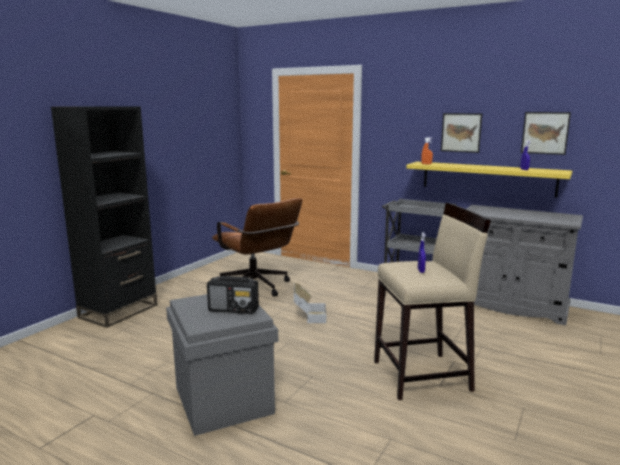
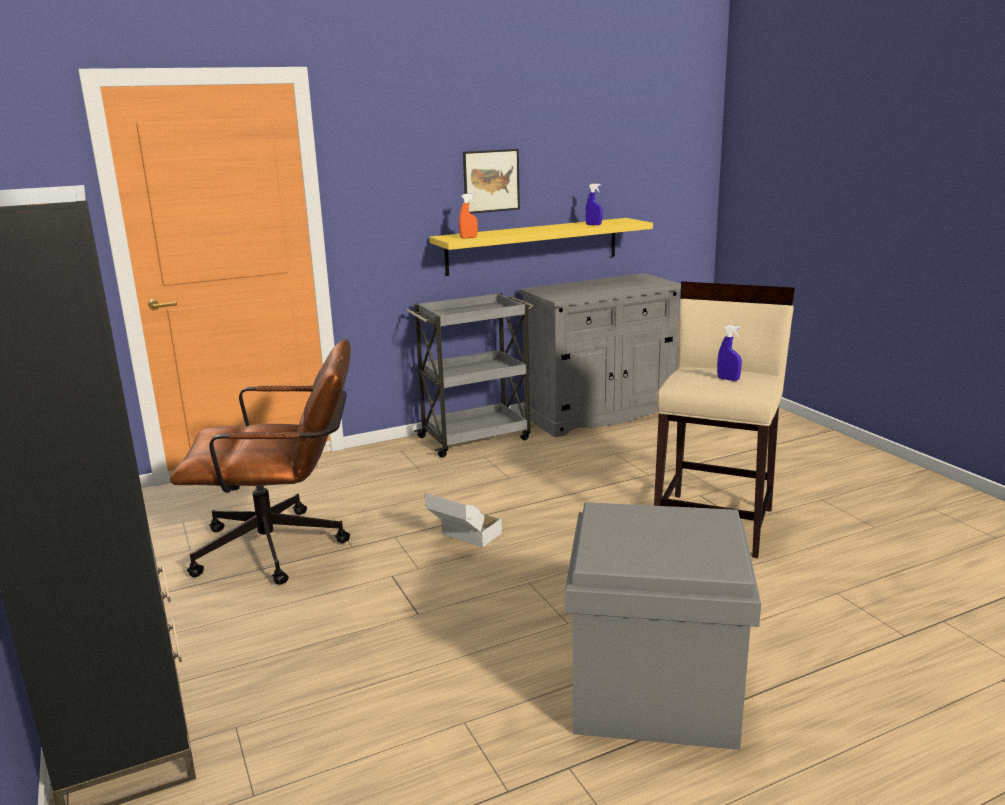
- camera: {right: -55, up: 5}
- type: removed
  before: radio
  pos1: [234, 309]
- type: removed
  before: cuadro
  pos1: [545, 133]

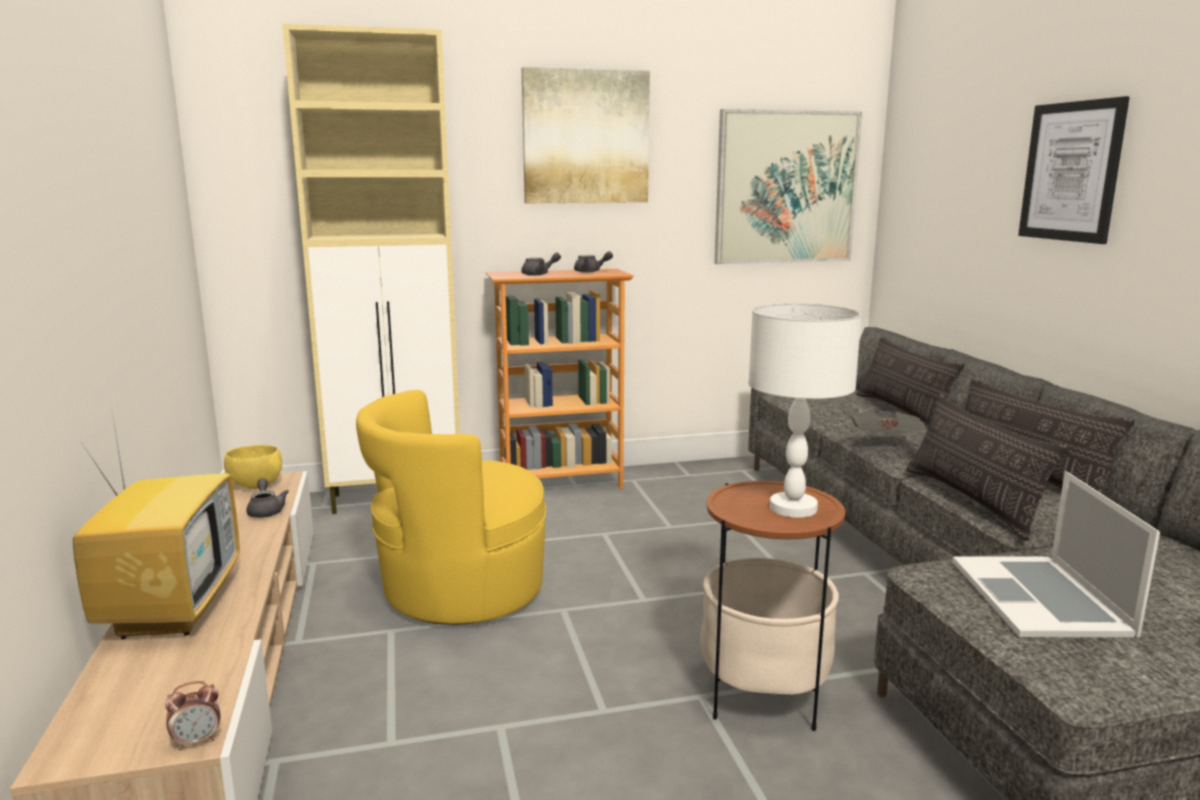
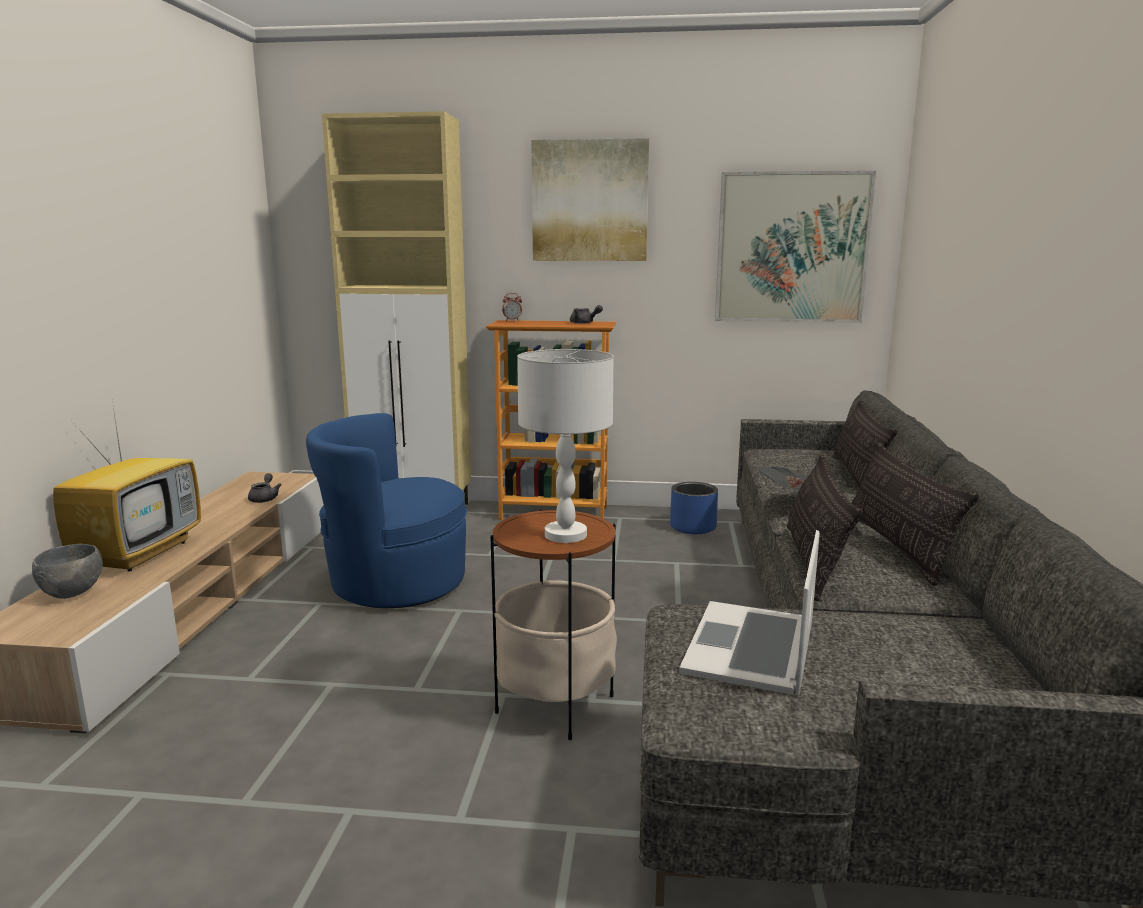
- camera: {right: 20, up: 0}
- type: removed
  before: cuenco/amarillo
  pos1: [256, 486]
- type: removed
  before: tetera/gris
  pos1: [539, 274]
- type: removed
  before: cuadro
  pos1: [1071, 171]
- type: added
  after: cuenco/gris
  pos2: [73, 593]
- type: added
  after: maceta/azul
  pos2: [692, 527]
- type: moved
  before: despertador
  pos1: [197, 741]
  pos2: [512, 320]
- type: recoloured
  before: sillón/amarillo
  after: sillón/azul
  pos1: [459, 590]
  pos2: [395, 583]

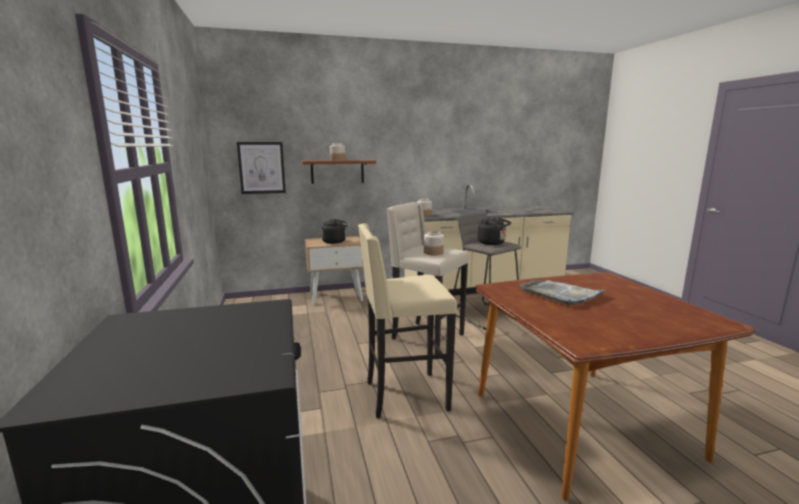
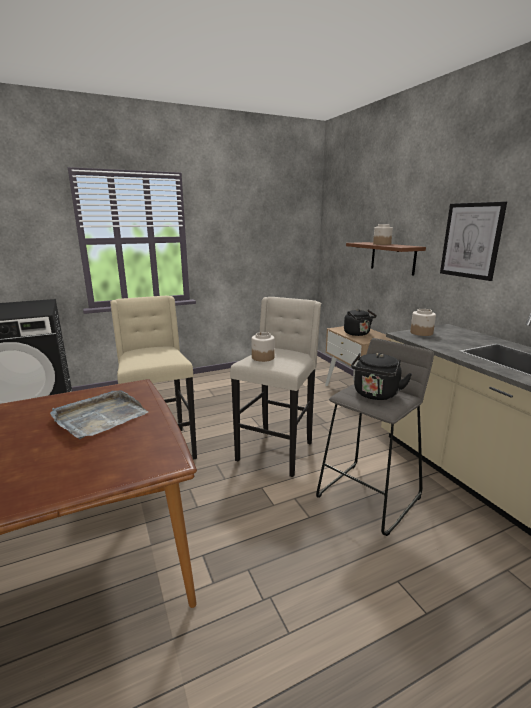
- camera: {right: 80, up: 5}
- type: moved
  before: cuadro
  pos1: [261, 168]
  pos2: [471, 240]

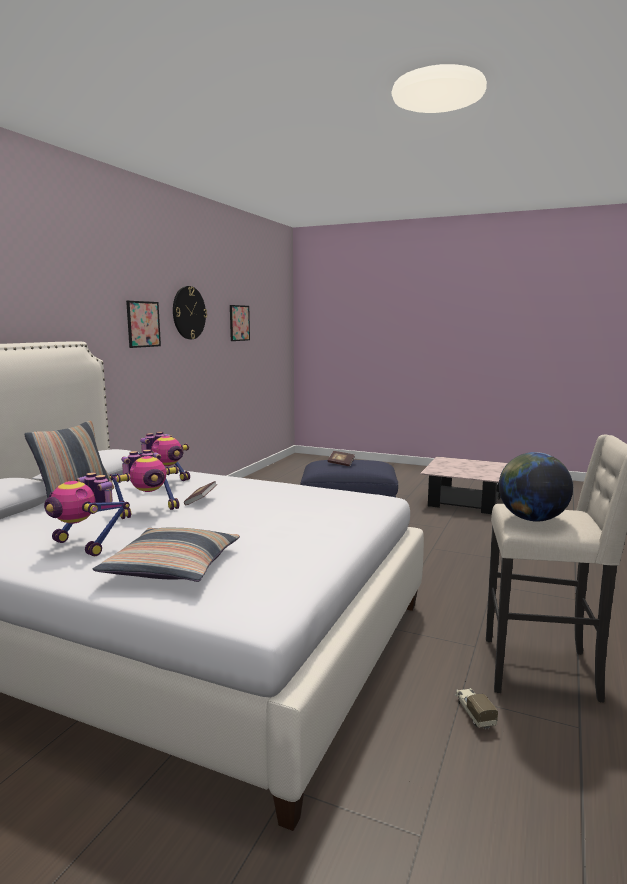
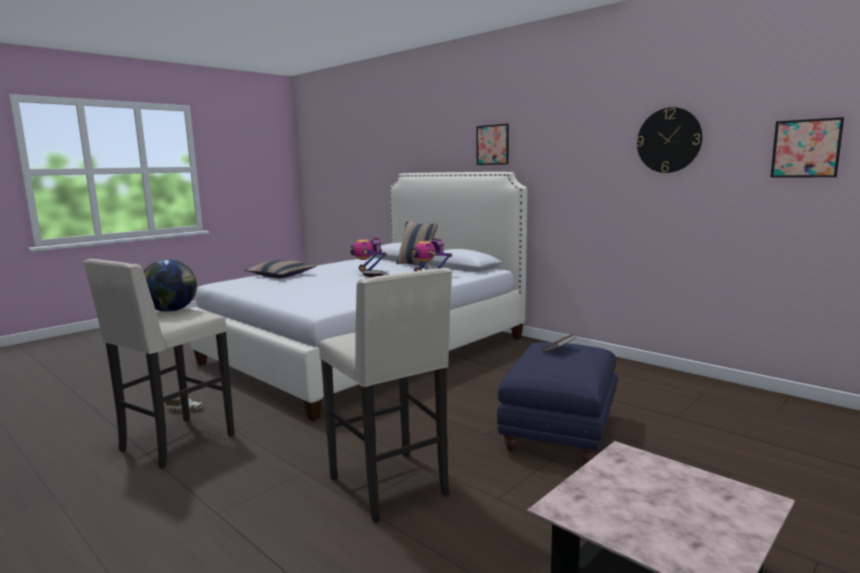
- camera: {right: 110, up: 0}
- type: removed
  before: robot de juguete
  pos1: [86, 545]
- type: added
  after: taburete/beis
  pos2: [391, 487]
- type: moved
  before: cuadro
  pos1: [143, 324]
  pos2: [492, 145]

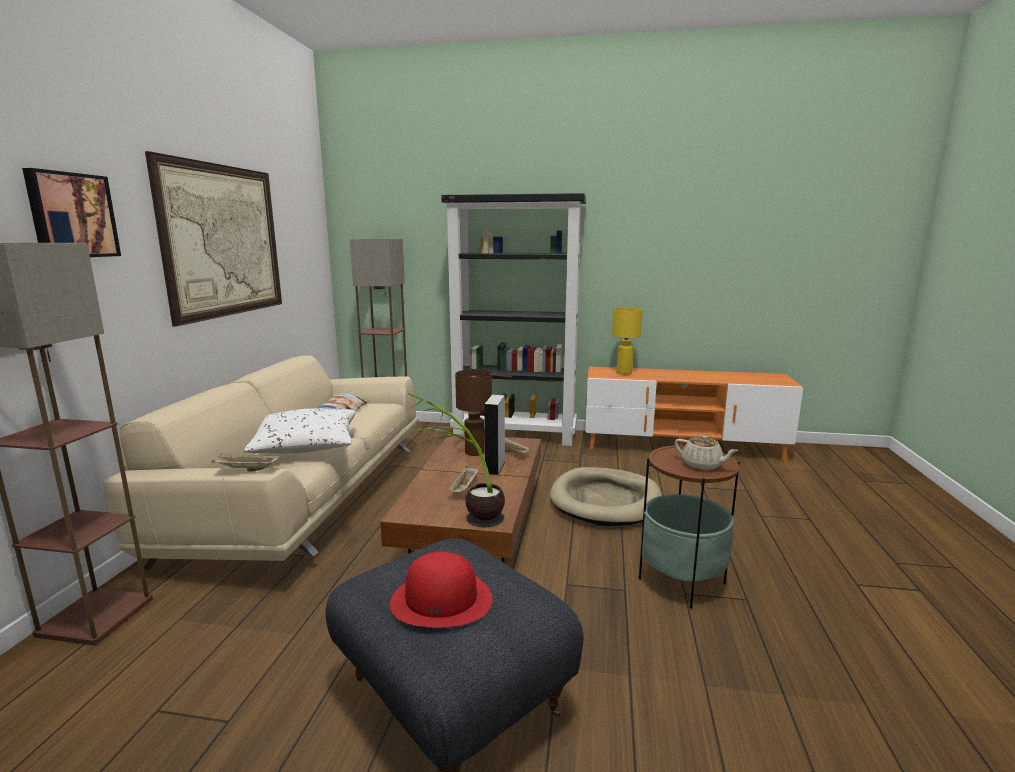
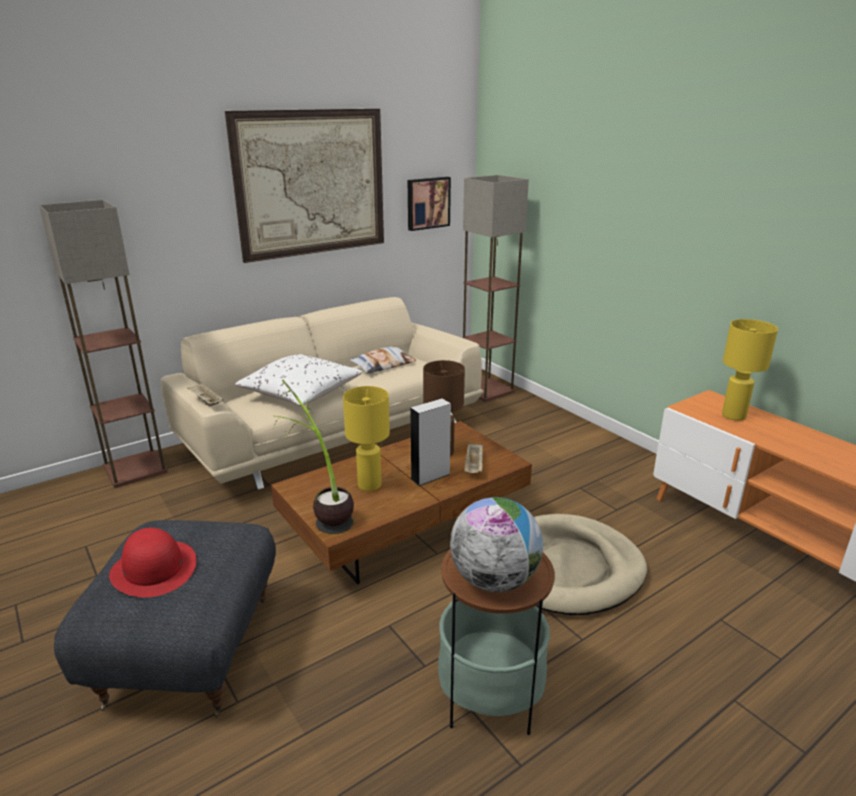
- camera: {right: 45, up: 10}
- type: removed
  before: estantería/negro
  pos1: [515, 435]
- type: moved
  before: cuadro
  pos1: [71, 215]
  pos2: [427, 203]
- type: replaced
  before: bandeja/beis
  after: lámpara de mesa/amarillo
  pos1: [464, 488]
  pos2: [370, 485]
- type: replaced
  before: tetera/beis
  after: globo terráqueo
  pos1: [702, 465]
  pos2: [494, 580]

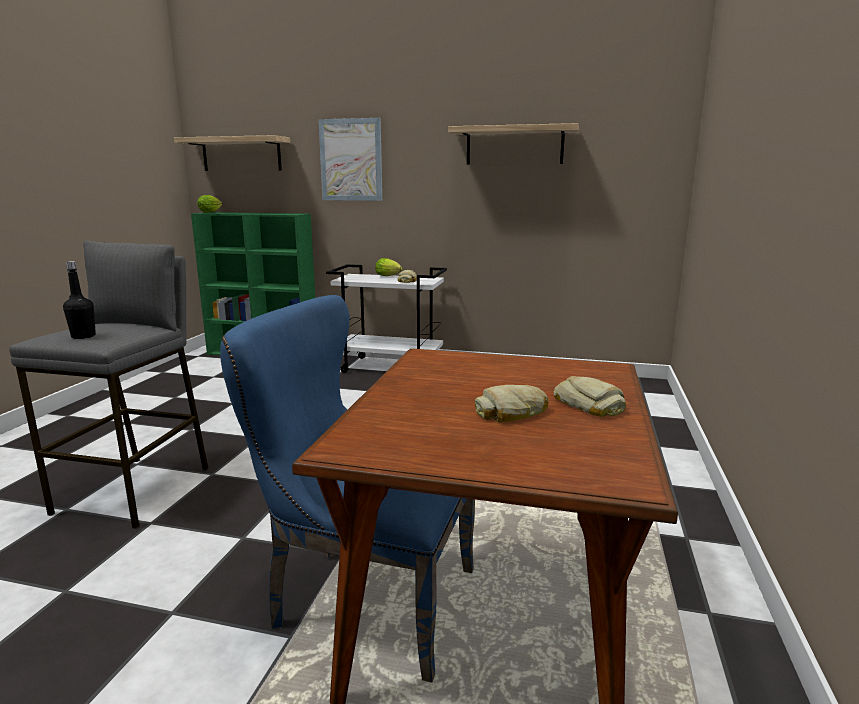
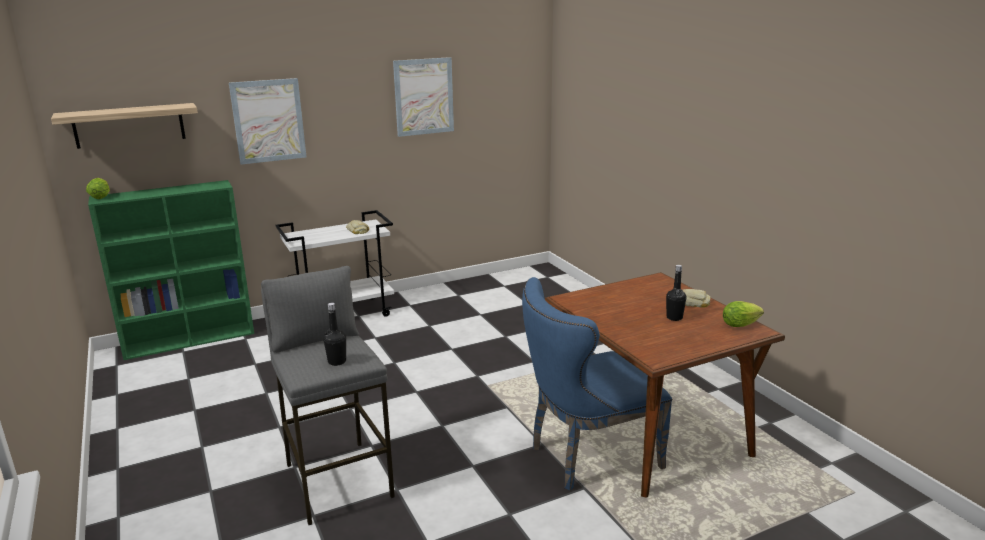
- camera: {right: -40, up: 5}
- type: moved
  before: lechuga
  pos1: [389, 276]
  pos2: [742, 325]
- type: replaced
  before: estante
  after: cuadro
  pos1: [514, 146]
  pos2: [424, 96]
- type: replaced
  before: pan
  after: botella/negro
  pos1: [512, 412]
  pos2: [674, 317]

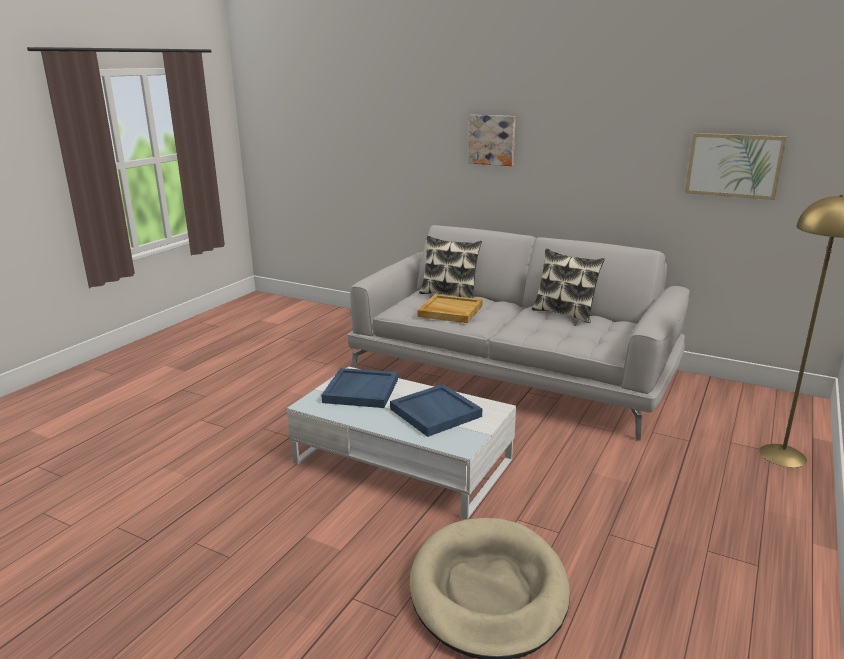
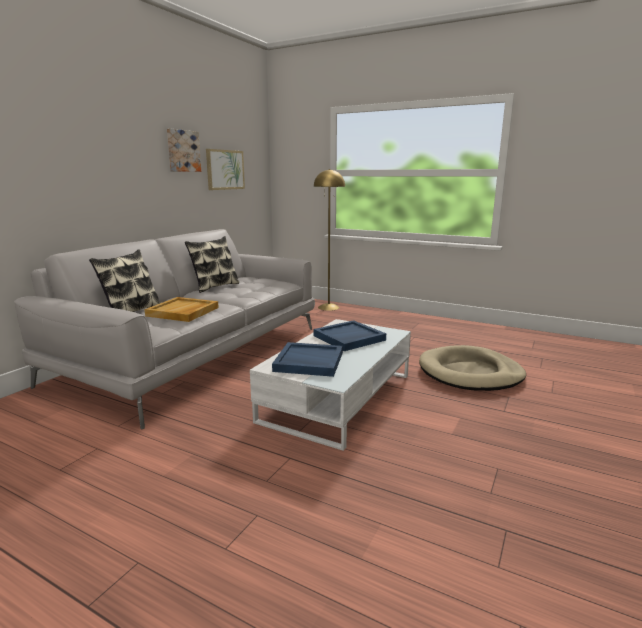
- camera: {right: -90, up: -5}
- type: moved
  before: cuadro
  pos1: [492, 140]
  pos2: [183, 151]

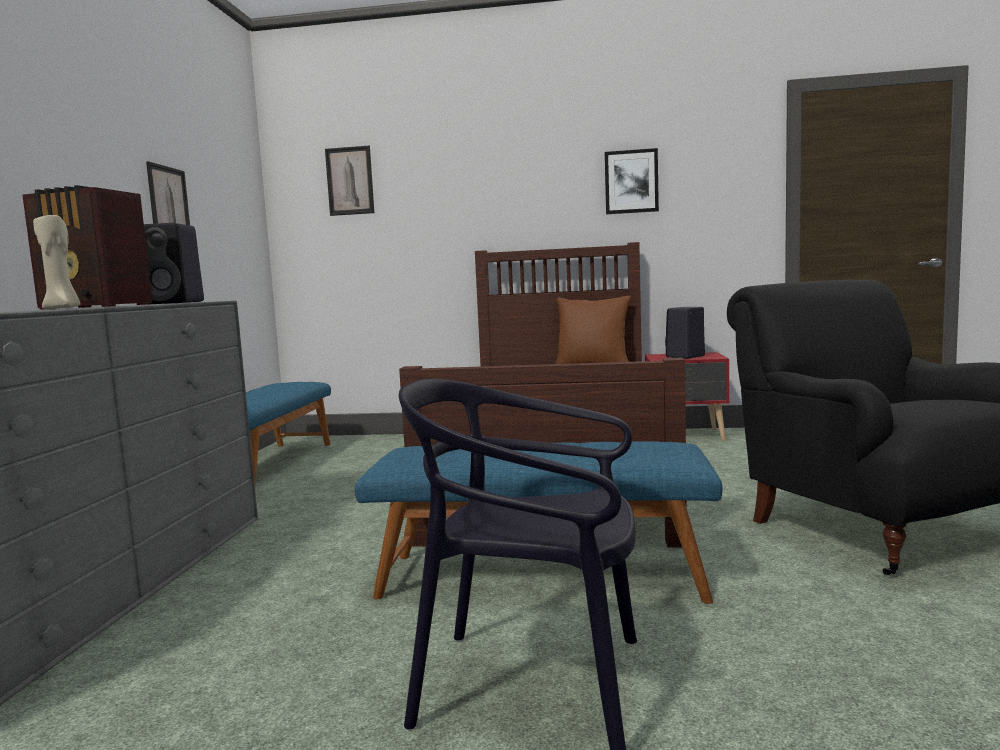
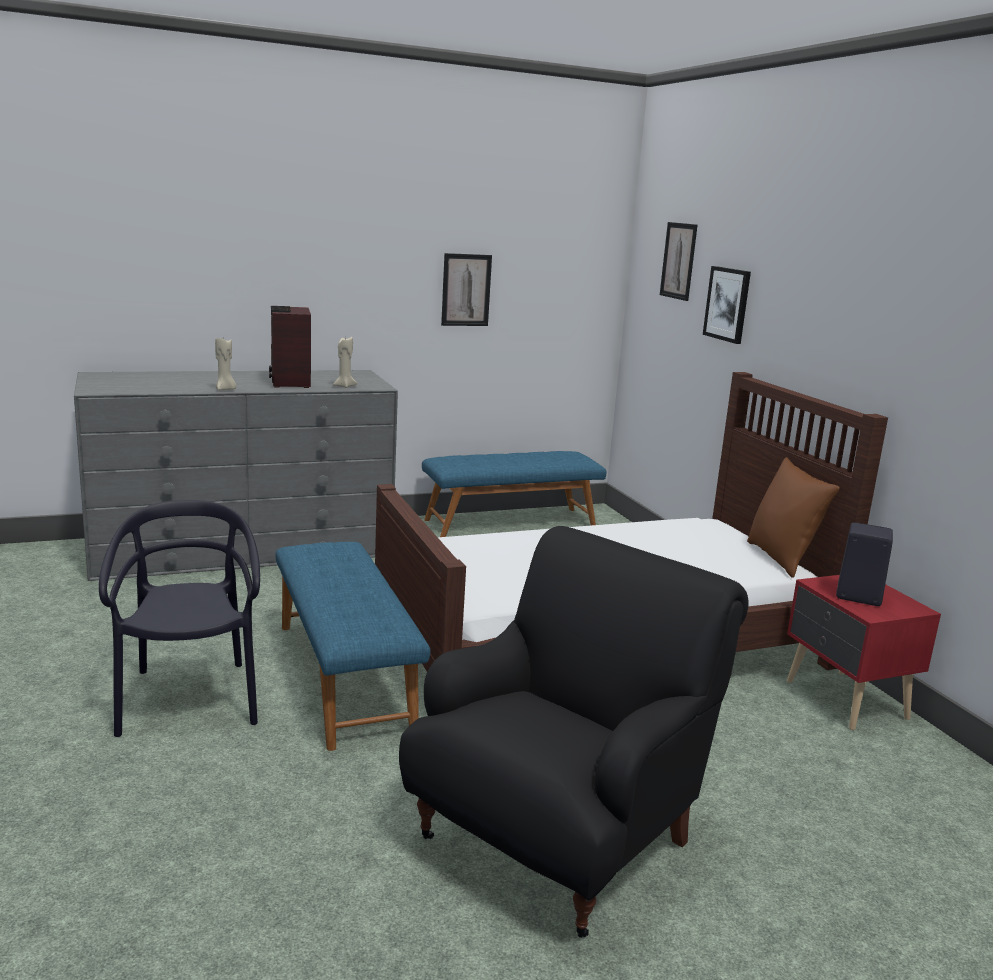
- camera: {right: 60, up: 10}
- type: moved
  before: cuadro
  pos1: [631, 182]
  pos2: [727, 304]
- type: replaced
  before: altavoz/negro
  after: vela/beis
  pos1: [175, 303]
  pos2: [344, 386]

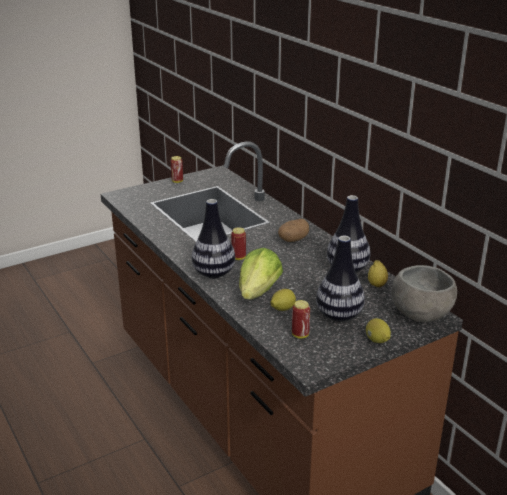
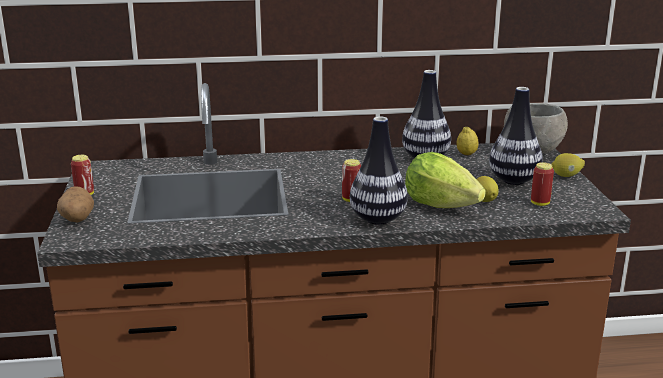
- camera: {right: -65, up: -5}
- type: moved
  before: patata
  pos1: [293, 240]
  pos2: [77, 219]

